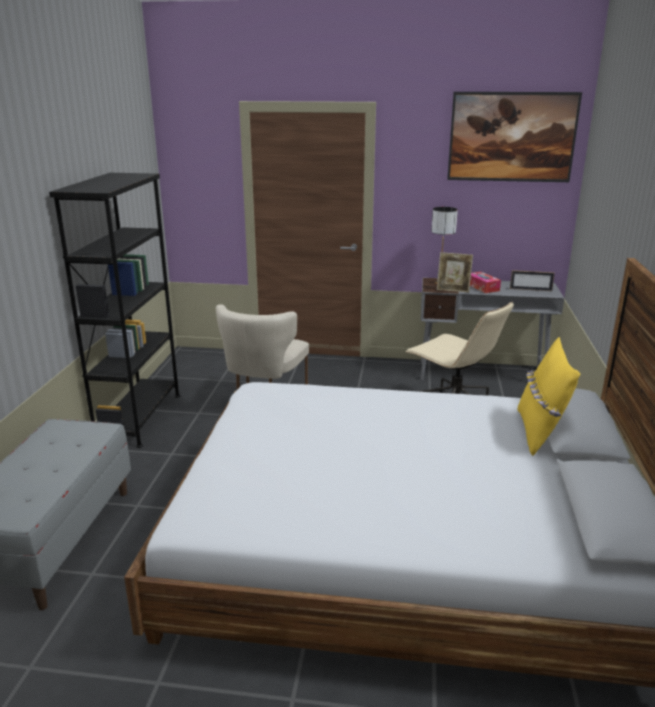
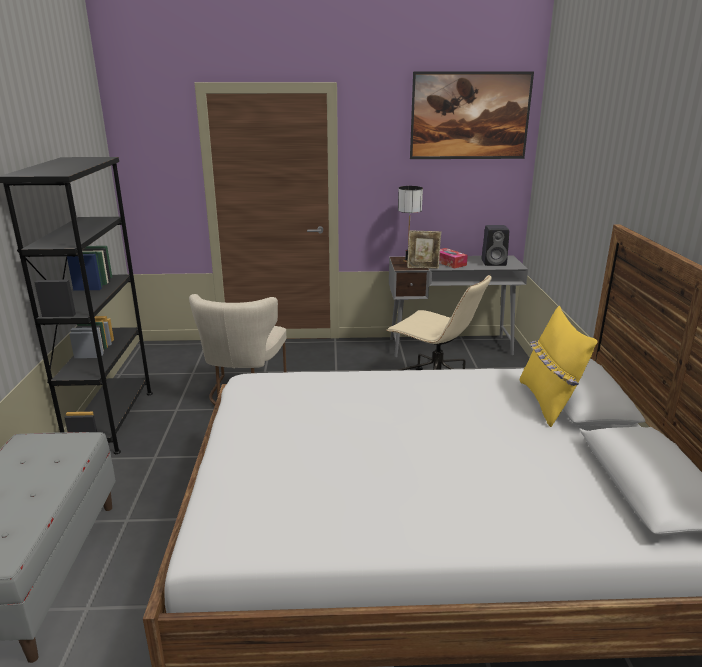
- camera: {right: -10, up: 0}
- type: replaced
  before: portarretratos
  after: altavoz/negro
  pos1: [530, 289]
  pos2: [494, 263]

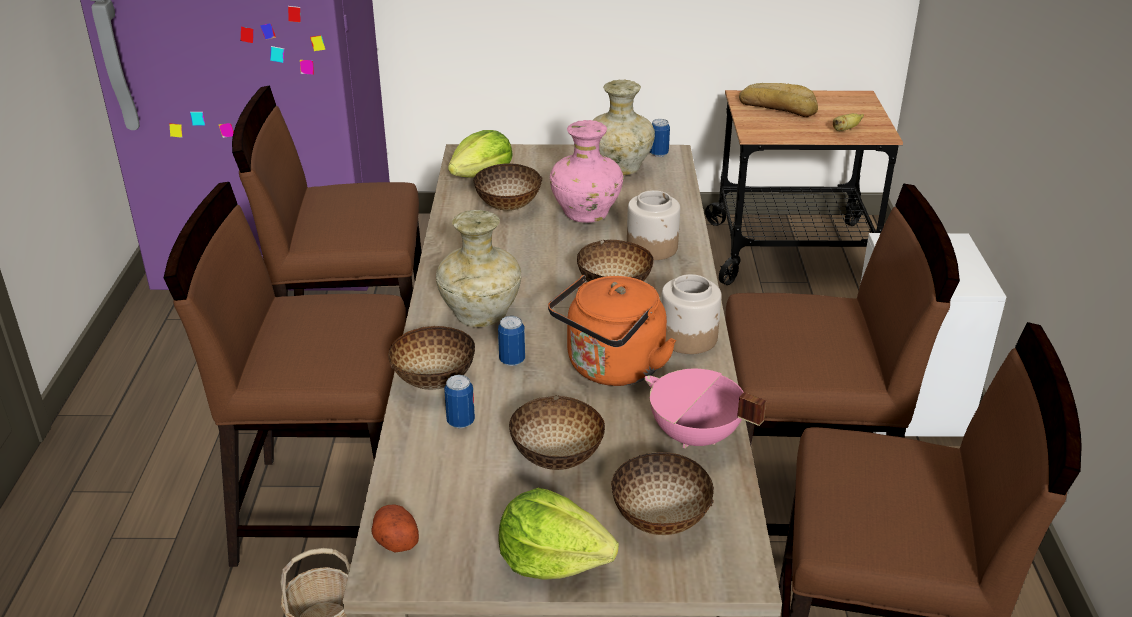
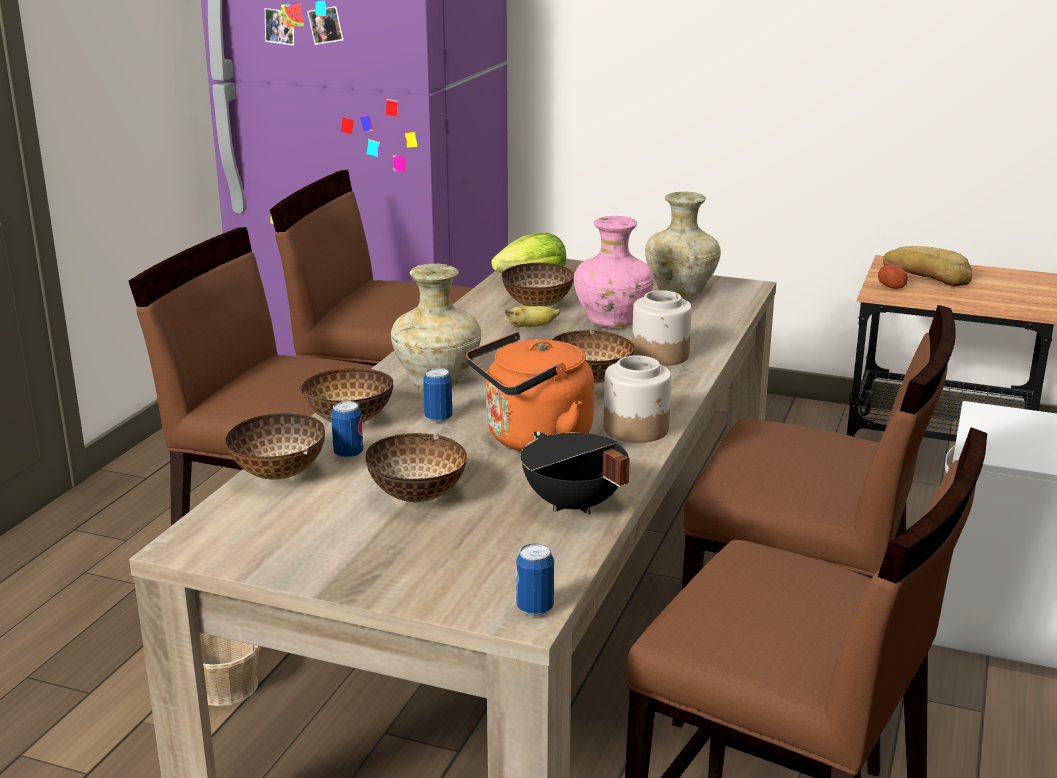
- camera: {right: 20, up: -10}
- type: removed
  before: lechuga
  pos1: [553, 559]
- type: moved
  before: patata
  pos1: [395, 539]
  pos2: [890, 285]
- type: moved
  before: cuenco
  pos1: [659, 520]
  pos2: [277, 474]
- type: moved
  before: lata
  pos1: [658, 154]
  pos2: [535, 608]
- type: moved
  before: plátano
  pos1: [845, 129]
  pos2: [532, 327]
- type: recoloured
  before: olla/rosa
  after: olla/negro
  pos1: [694, 437]
  pos2: [572, 505]

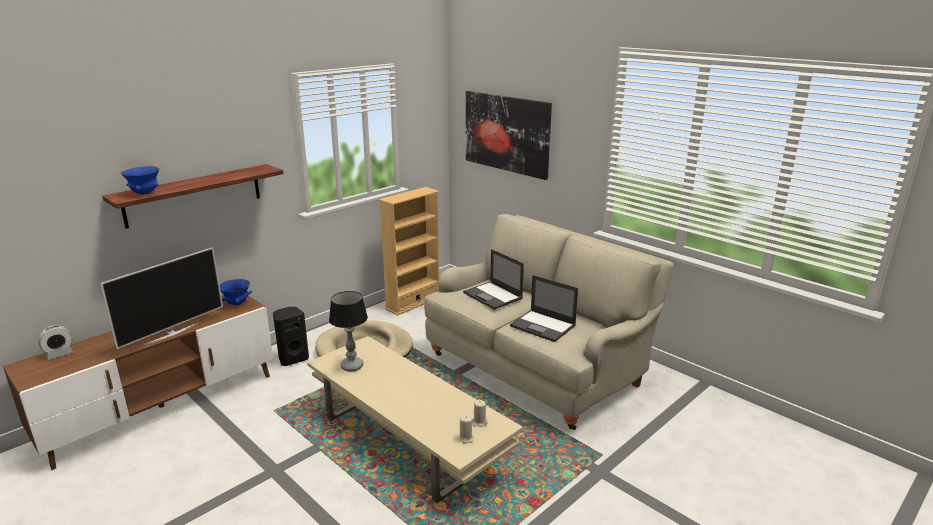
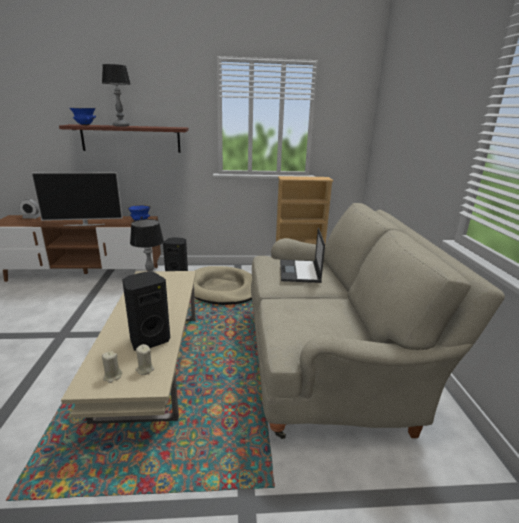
- camera: {right: 40, up: 0}
- type: removed
  before: cuadro
  pos1: [507, 133]
- type: removed
  before: portátil
  pos1: [543, 326]
- type: added
  after: lámpara de mesa
  pos2: [120, 126]
- type: added
  after: altavoz/negro
  pos2: [149, 340]

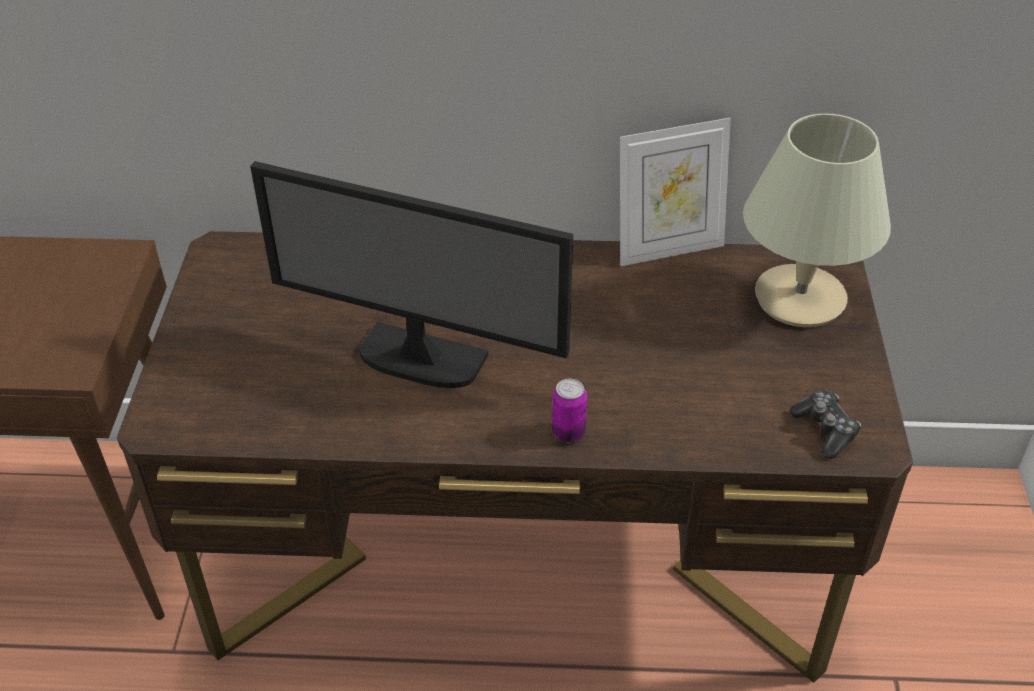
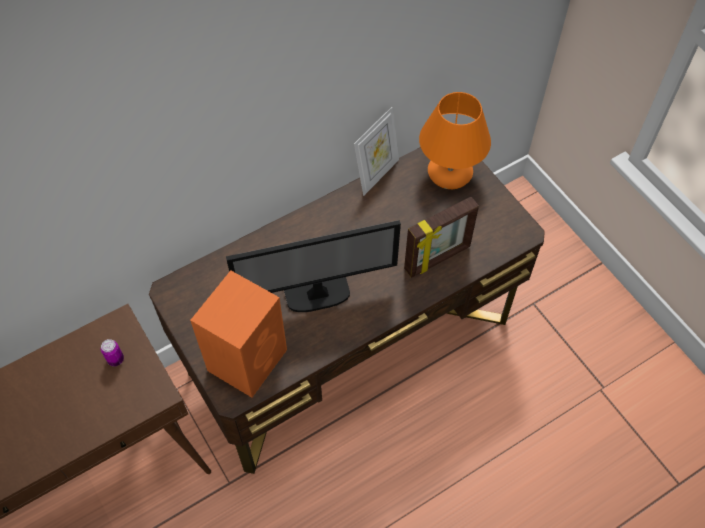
- camera: {right: -35, up: 15}
- type: removed
  before: mando de consola
  pos1: [825, 430]
- type: added
  after: altavoz/naranja
  pos2: [248, 358]
- type: added
  after: portarretratos
  pos2: [438, 259]
- type: moved
  before: lata
  pos1: [568, 433]
  pos2: [115, 359]
- type: recoloured
  before: lámpara de mesa/beis
  after: lámpara de mesa/naranja
  pos1: [799, 299]
  pos2: [450, 172]

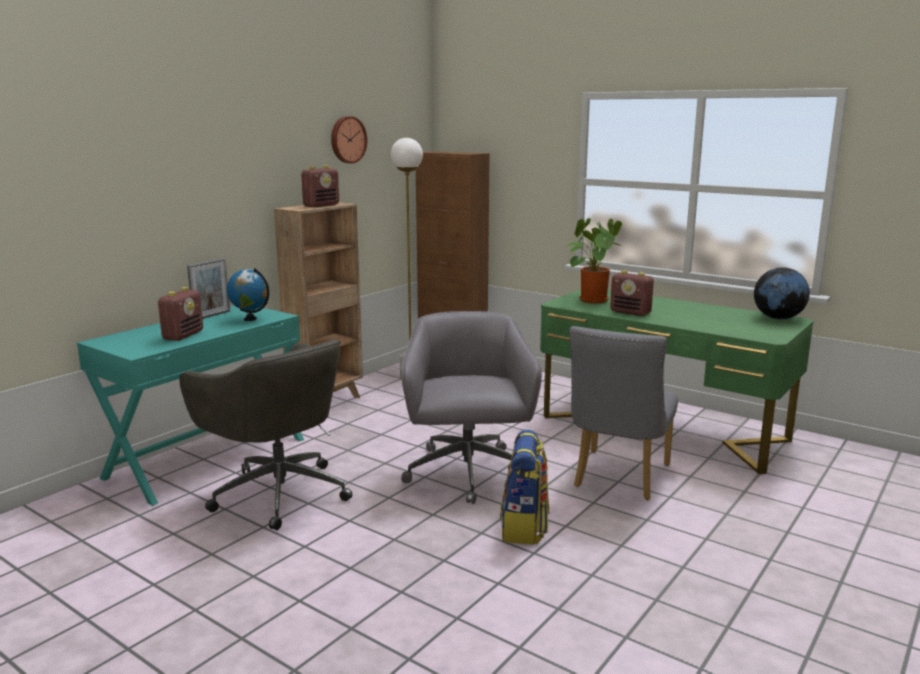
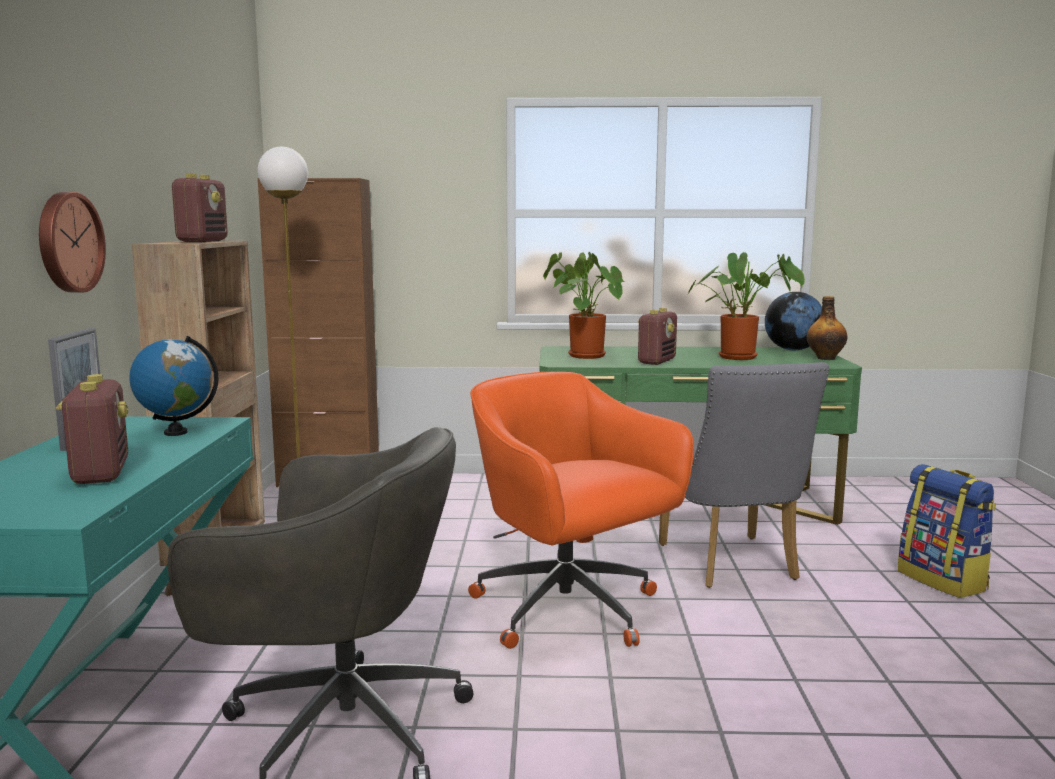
- camera: {right: -35, up: -5}
- type: added
  after: planta en maceta
  pos2: [742, 357]
- type: added
  after: botella
  pos2: [825, 358]
- type: moved
  before: reloj de pared
  pos1: [347, 139]
  pos2: [67, 242]
- type: moved
  before: mochila
  pos1: [524, 528]
  pos2: [943, 580]
- type: recoloured
  before: silla de oficina/gris
  after: silla de oficina/naranja
  pos1: [468, 474]
  pos2: [570, 611]
- type: turned
  before: radio
  pos1: [631, 312]
  pos2: [656, 361]
  turn: -60

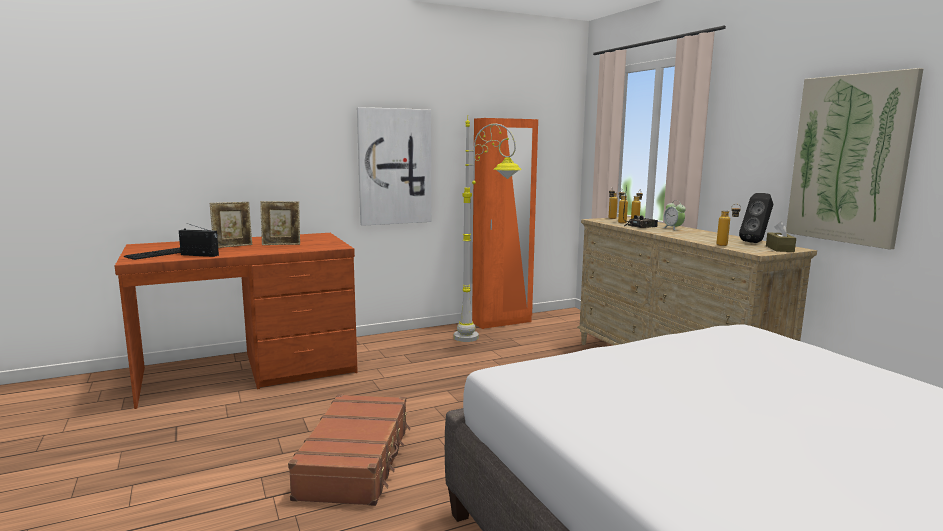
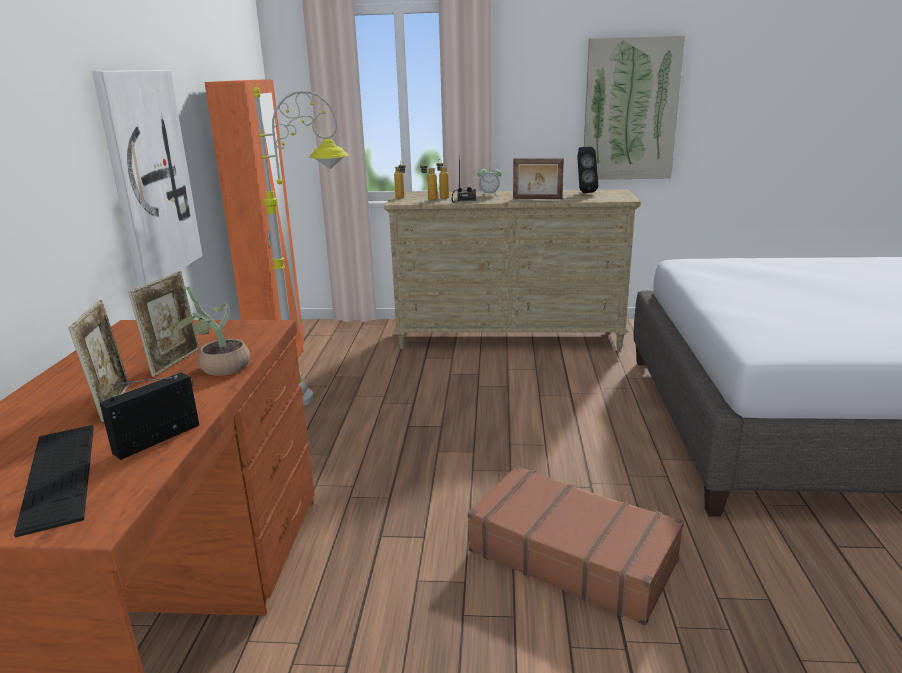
- camera: {right: -60, up: 10}
- type: removed
  before: botella
  pos1: [726, 245]
- type: removed
  before: caja de pañuelos/marrón
  pos1: [779, 249]
- type: added
  after: planta en maceta
  pos2: [218, 367]
- type: added
  after: portarretratos
  pos2: [537, 199]

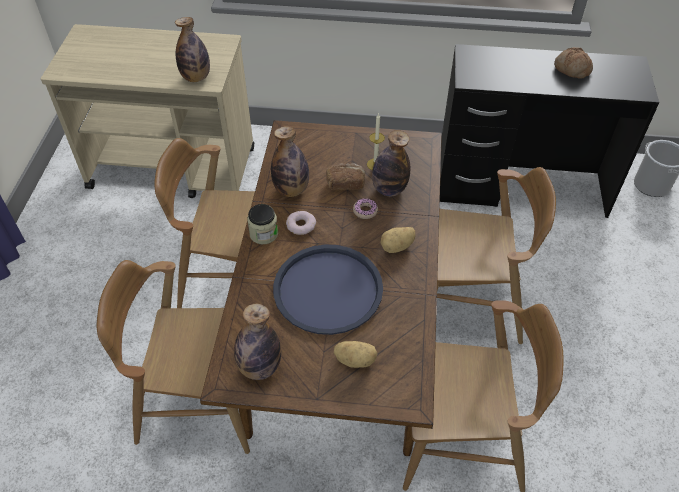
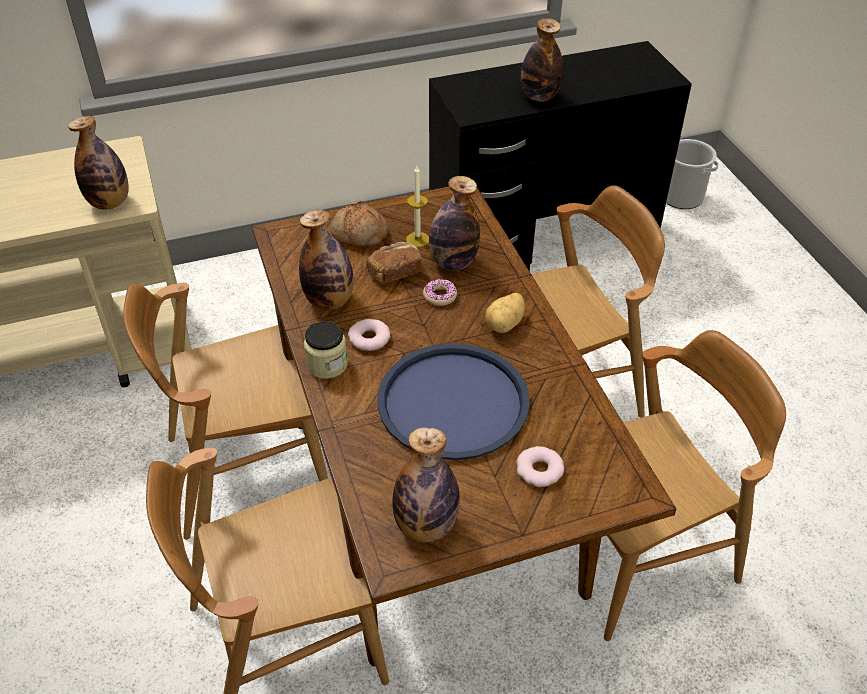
- camera: {right: -25, up: -5}
- type: added
  after: botella
  pos2: [539, 97]
- type: moved
  before: pan
  pos1: [571, 69]
  pos2: [358, 234]
- type: replaced
  before: patata
  after: rosquilla
  pos1: [355, 359]
  pos2: [539, 470]

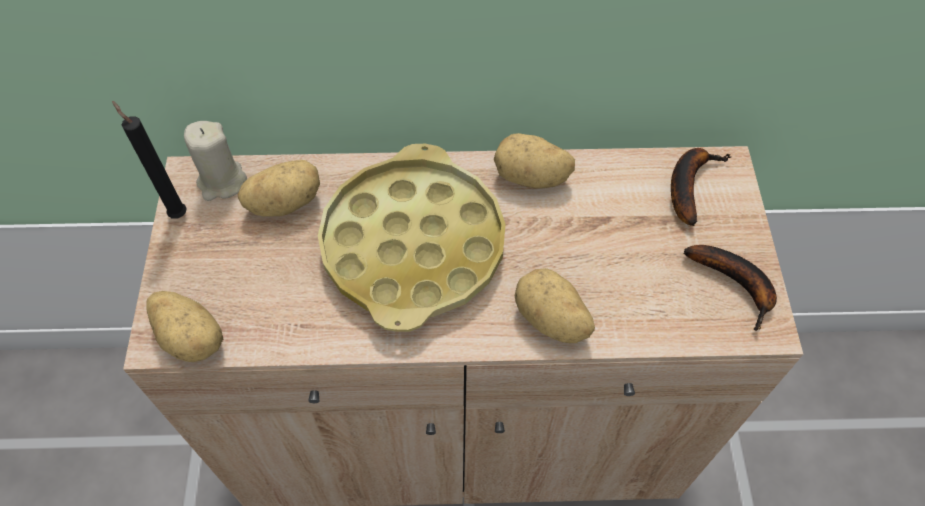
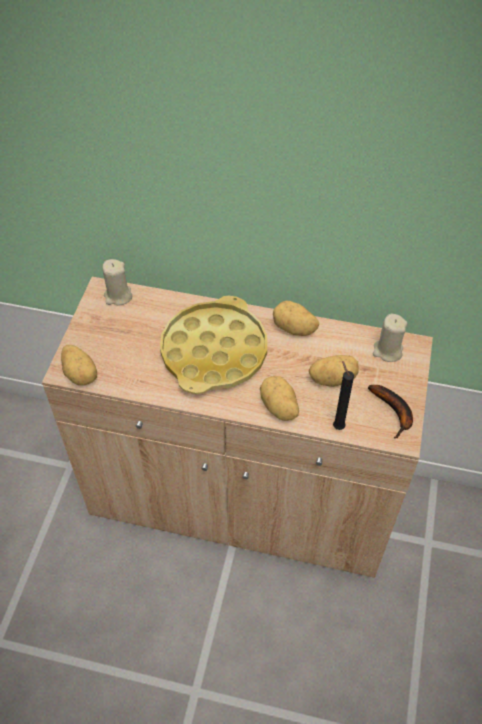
- camera: {right: 15, up: -5}
- type: moved
  before: vela/negro
  pos1: [177, 213]
  pos2: [337, 425]
- type: moved
  before: patata
  pos1: [285, 201]
  pos2: [332, 378]
- type: replaced
  before: plátano
  after: vela/beis
  pos1: [689, 183]
  pos2: [387, 351]

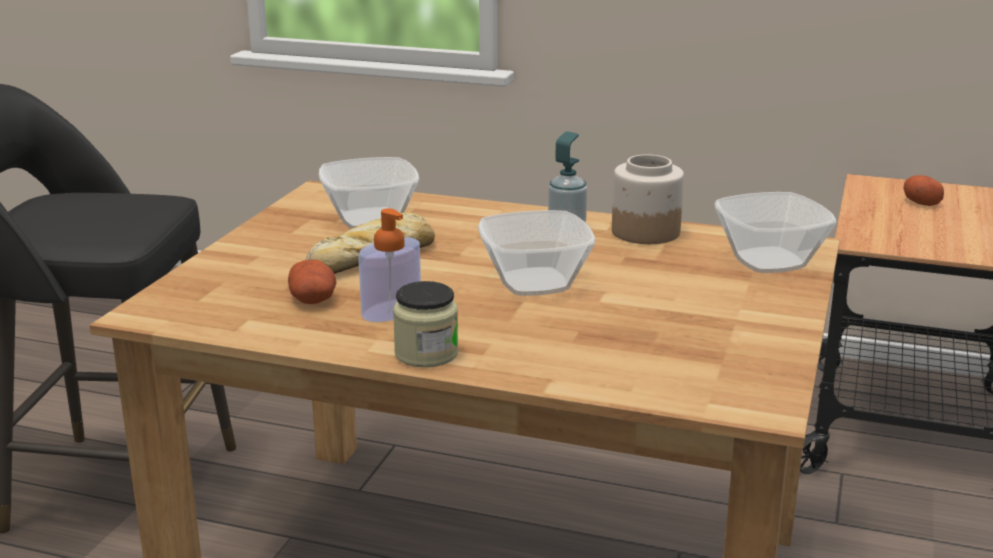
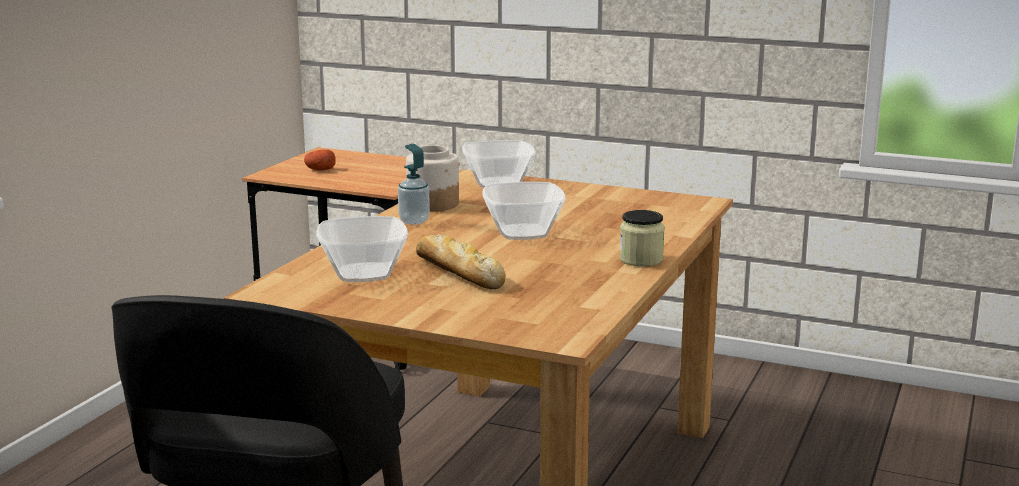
- camera: {right: -85, up: -5}
- type: removed
  before: patata
  pos1: [313, 300]
- type: removed
  before: dispensador de jabón
  pos1: [391, 311]

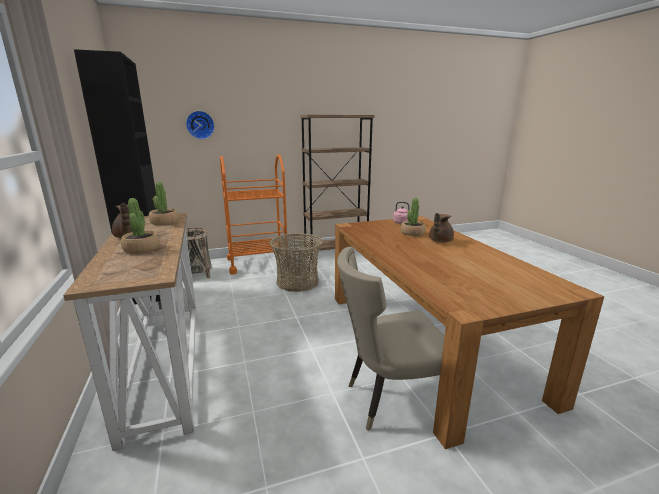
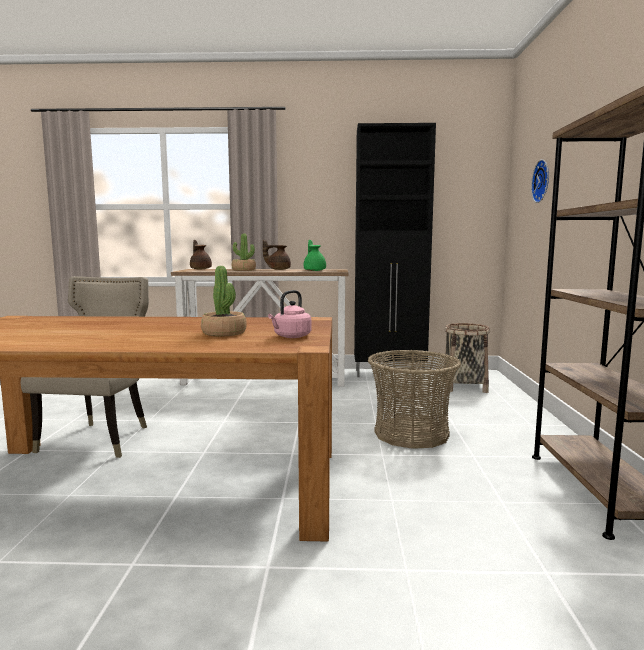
- camera: {right: 110, up: -10}
- type: removed
  before: carrito/naranja
  pos1: [258, 263]
- type: moved
  before: tetera/marrón
  pos1: [439, 241]
  pos2: [200, 269]
- type: replaced
  before: planta en maceta
  after: tetera/verde
  pos1: [164, 222]
  pos2: [314, 270]

